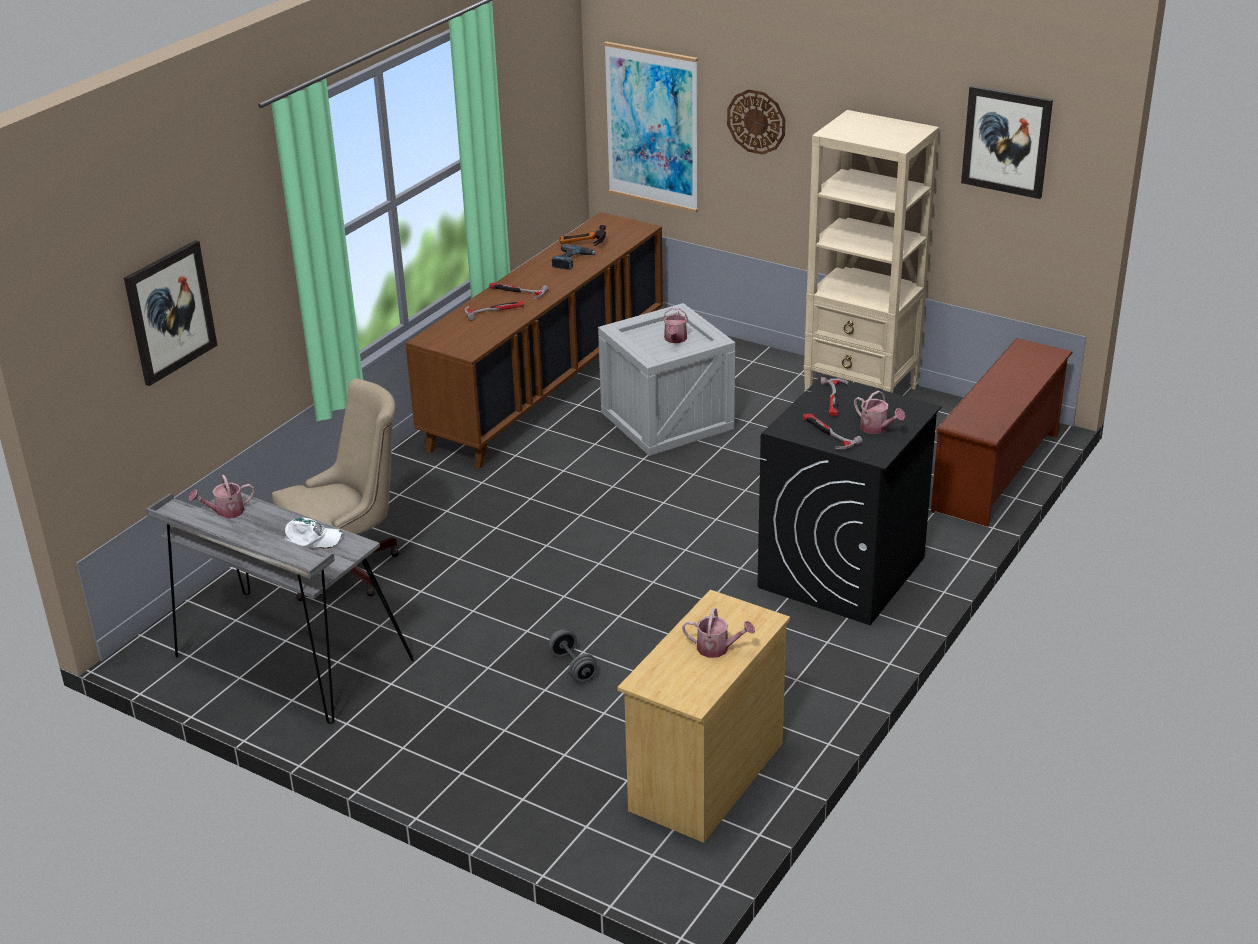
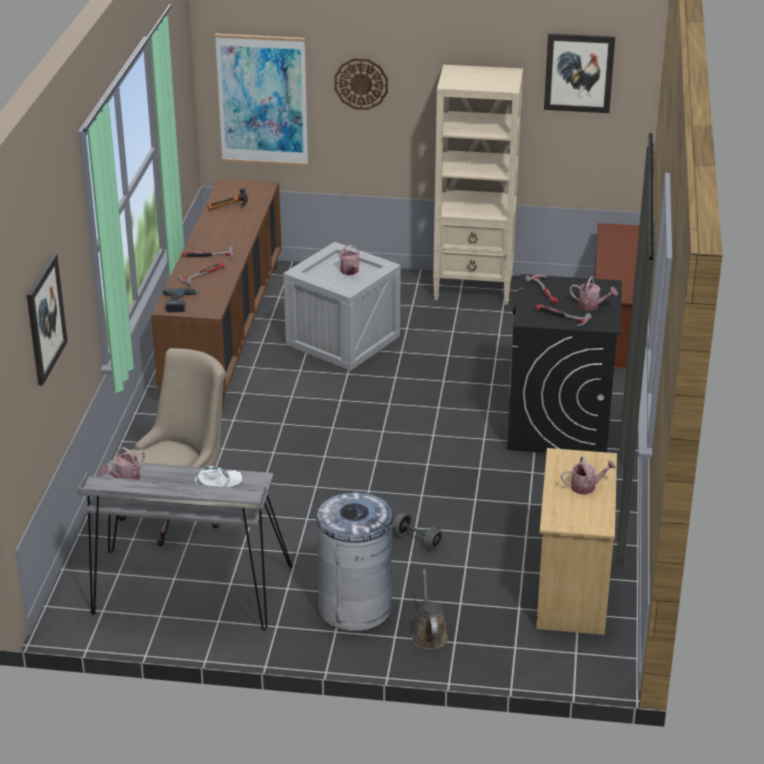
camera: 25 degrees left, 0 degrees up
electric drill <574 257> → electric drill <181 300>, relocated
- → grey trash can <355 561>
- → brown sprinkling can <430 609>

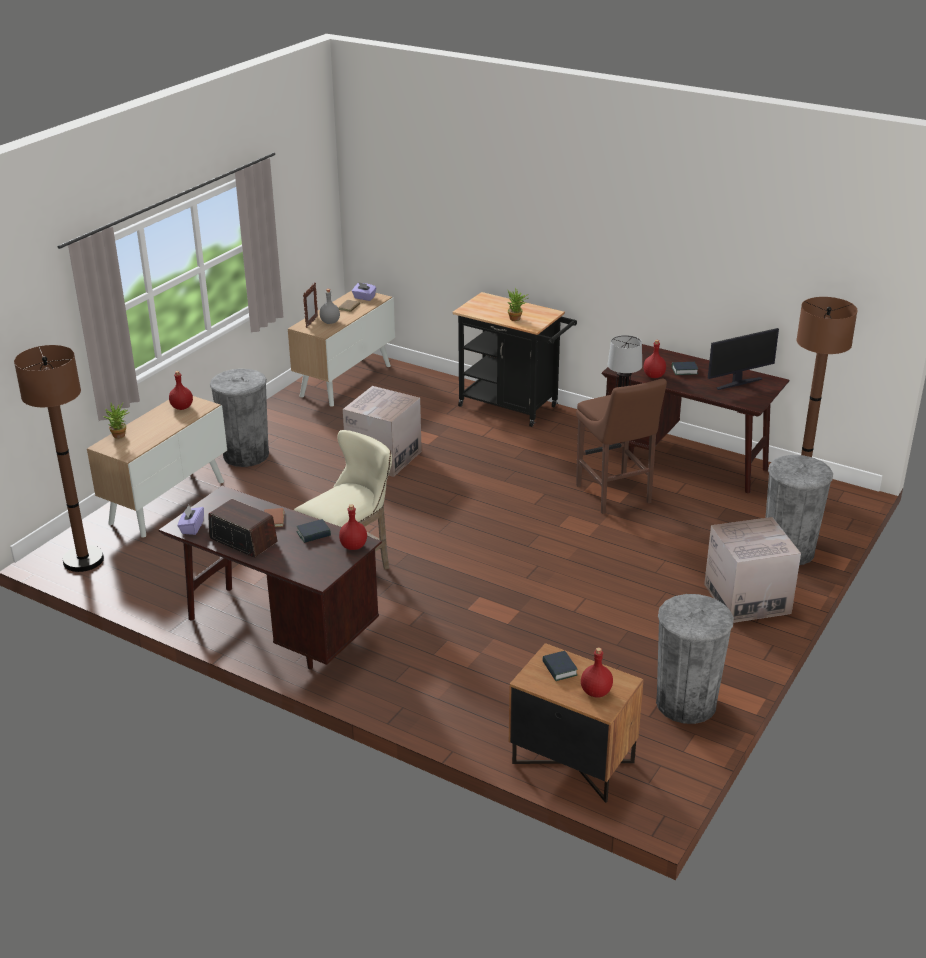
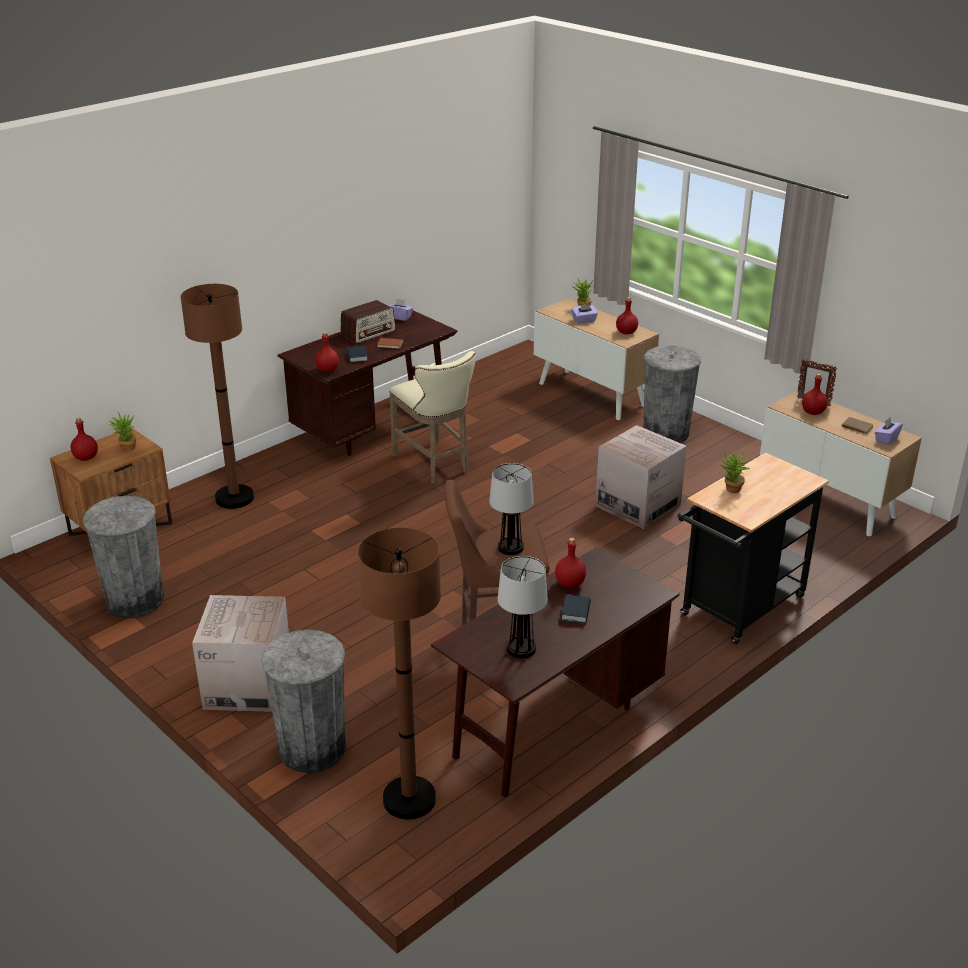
camera: 105 degrees right, 0 degrees up
brown standard lamp <59 458> → brown standard lamp <217 396>, relocated
grey bottle <329 306> → reddish bottle <814 394>
bound book <560 666> → plant in a pot <121 431>
computer screen <743 359> → lamp for a table <523 607>
- → purple box of tissues <584 314>

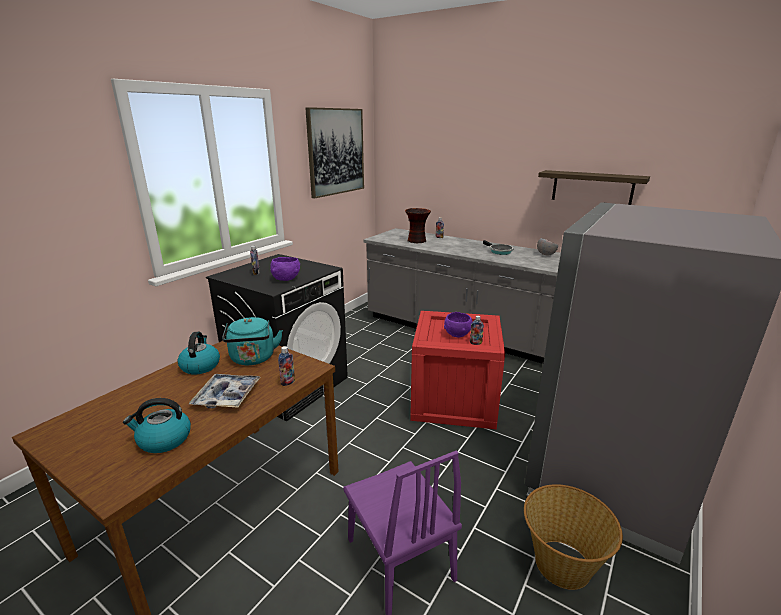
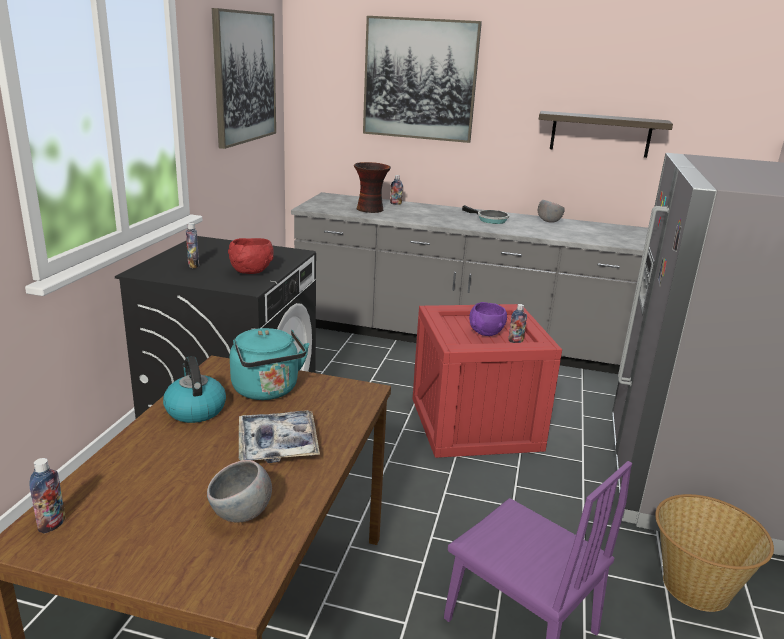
camera: 20 degrees left, 0 degrees up
tea kettle <157 425> → grey deep dish <239 491>
purple deep dish <285 269> → reddish deep dish <251 256>
bottle <286 366> → bottle <48 496>, relocated
- → picture <422 79>

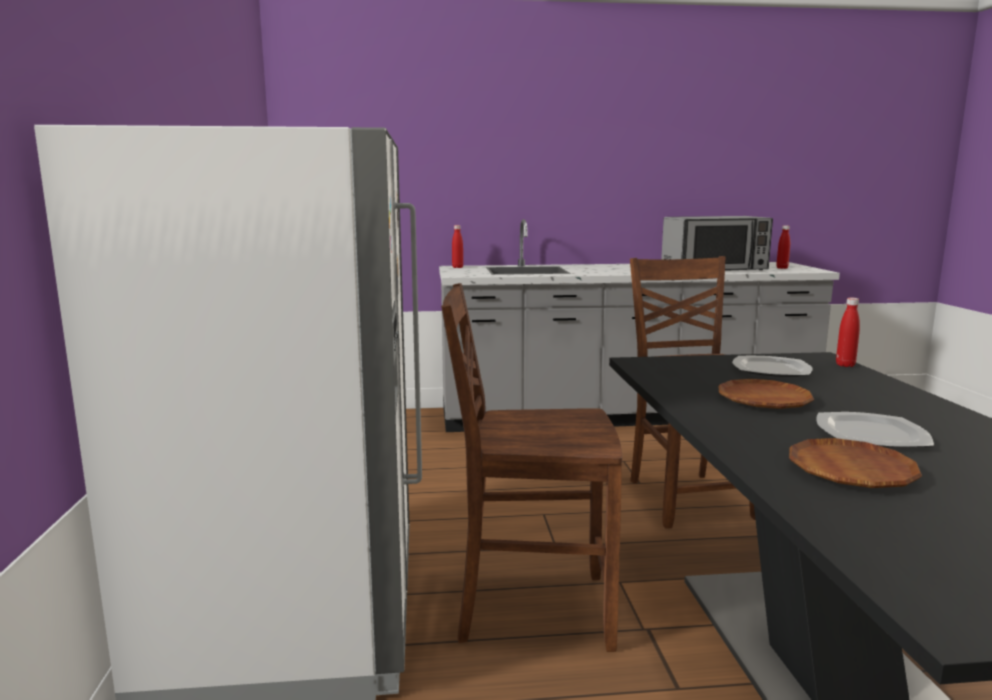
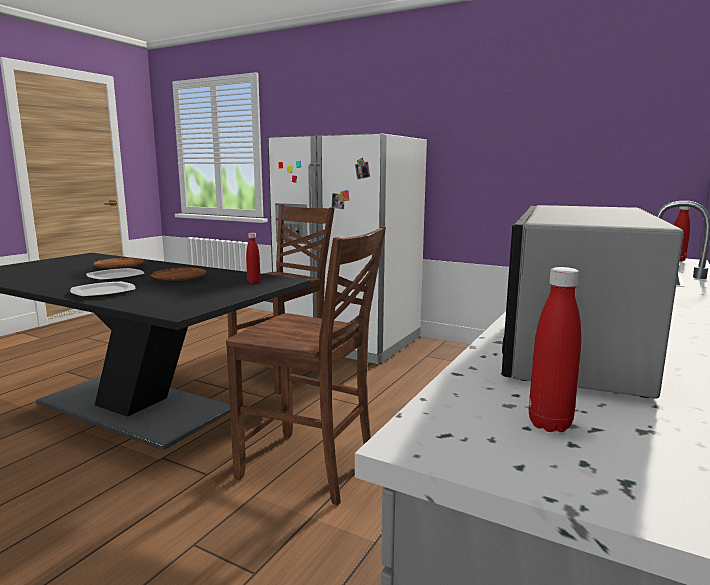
camera: 125 degrees right, 0 degrees up
plate <772 366> → plate <102 289>, relocated
reddish bottle <848 332> → reddish bottle <253 258>, relocated

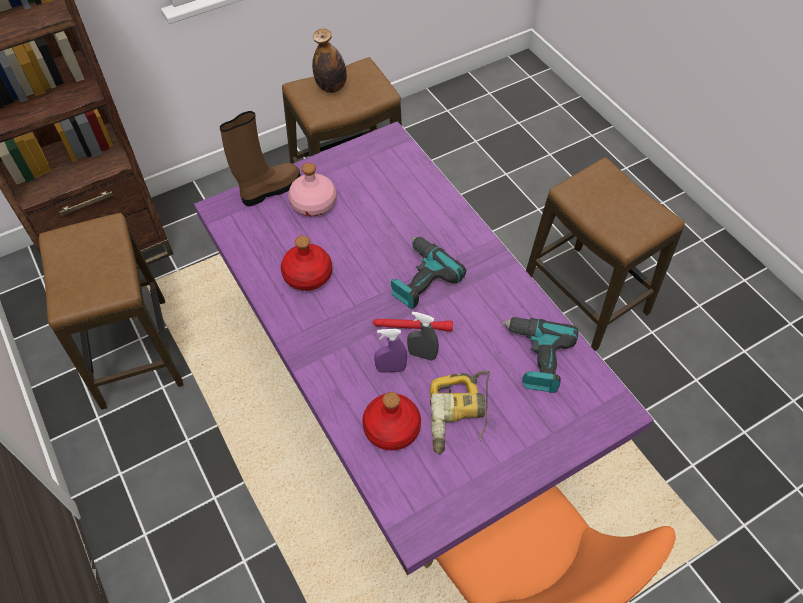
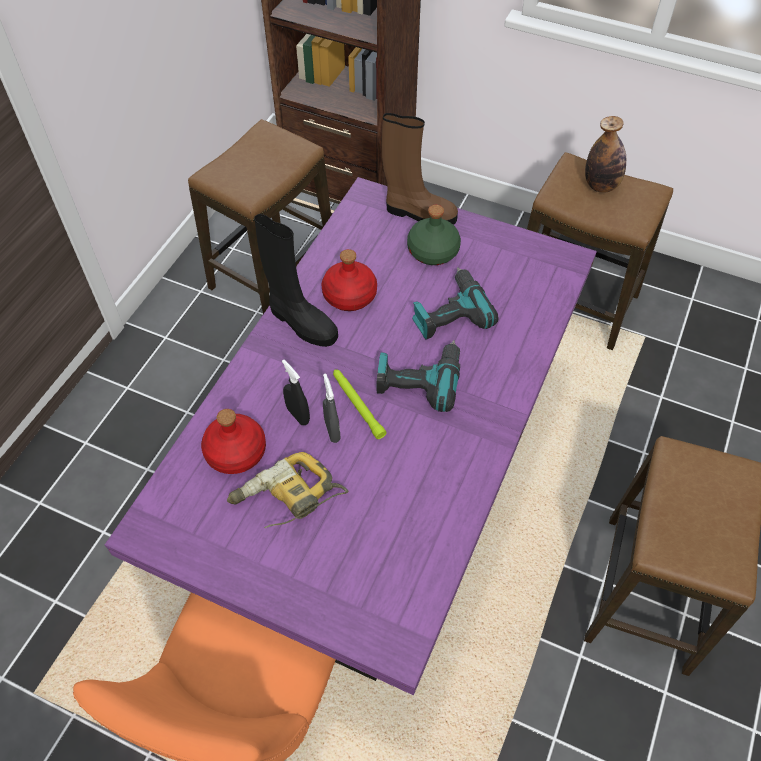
camera: 55 degrees right, 0 degrees up
pink-coloured bottle <312 189> → greenish bottle <434 235>
reddish flashlight <412 325> → greenish flashlight <359 404>
purple sprayer <390 351> → blackish sprayer <296 392>
electric drill <540 355> → electric drill <455 303>, relocated
- → blackish tall boot <296 280>

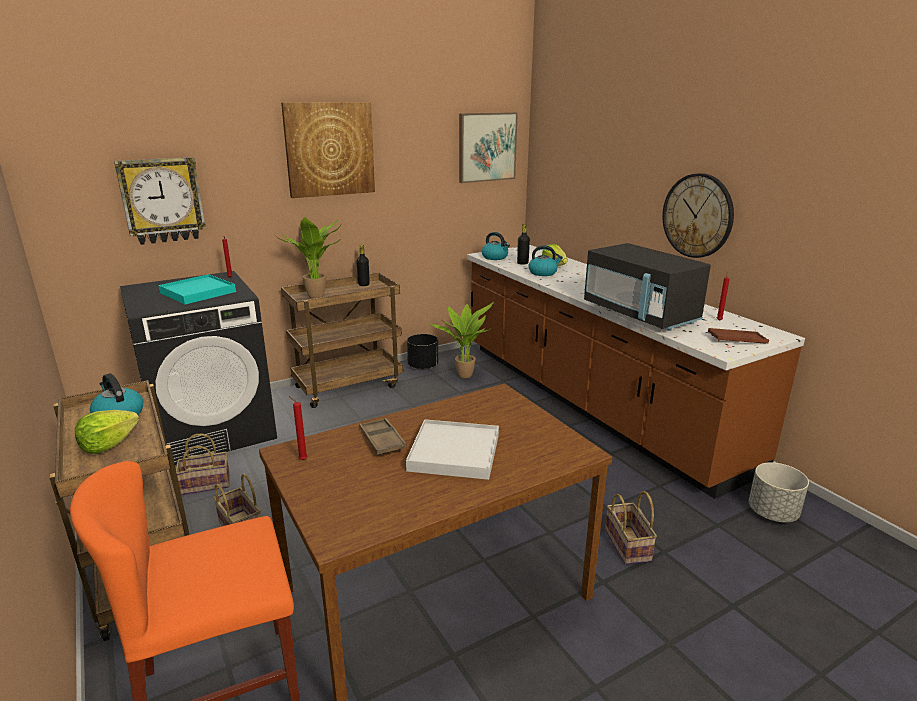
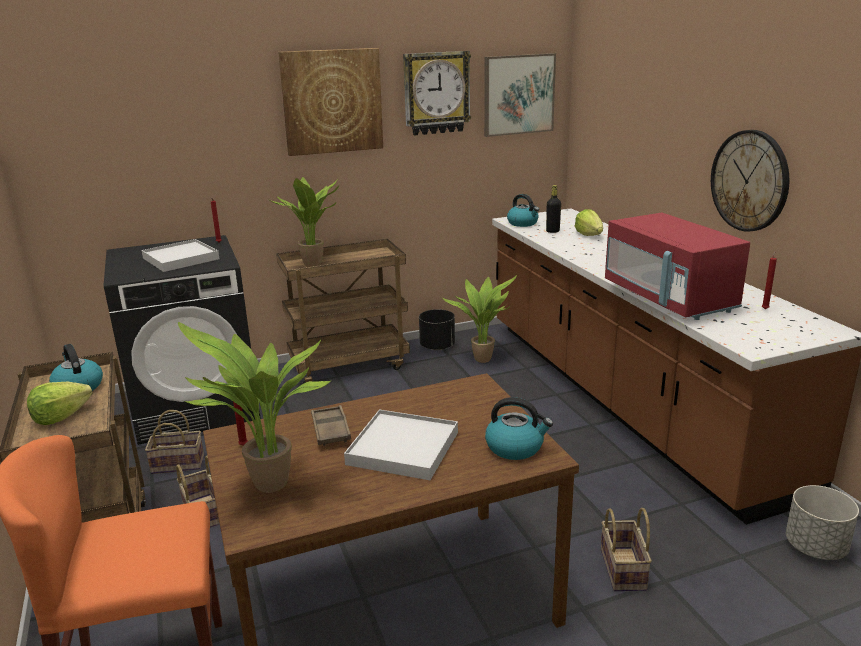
camera: 10 degrees right, 0 degrees up
wall clock <160 201> → wall clock <437 93>, relocated
blue-green tray <197 289> → white tray <180 255>
blackish bottle <363 265> → -
tea kettle <545 260> → tea kettle <519 428>, relocated
blackish microwave <647 287> → reddish microwave <677 266>
brown tray <738 335> → -
- → plant in a pot <255 407>

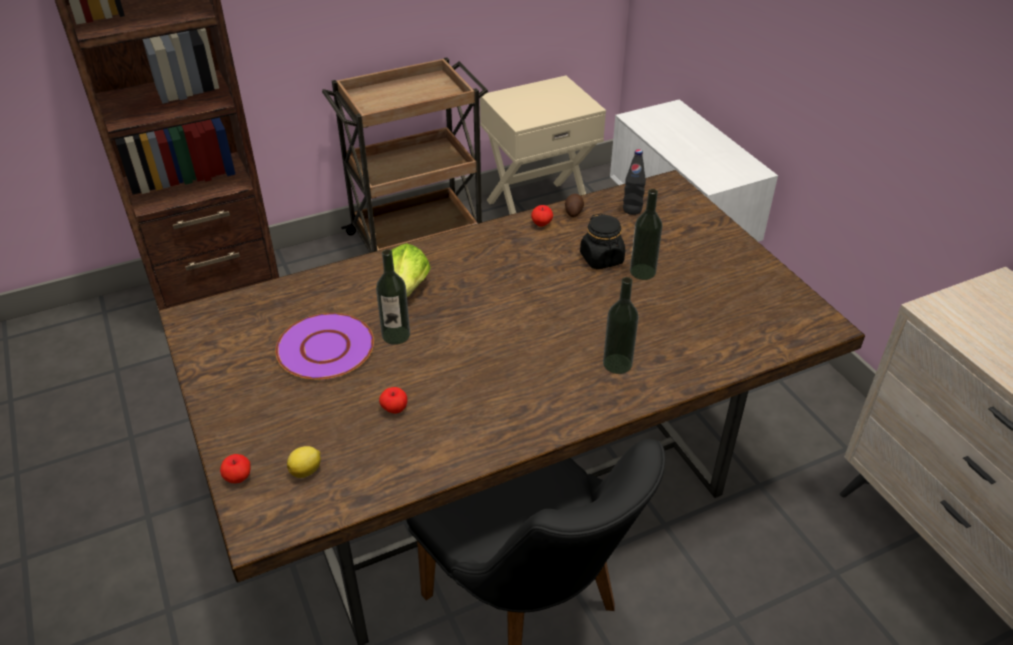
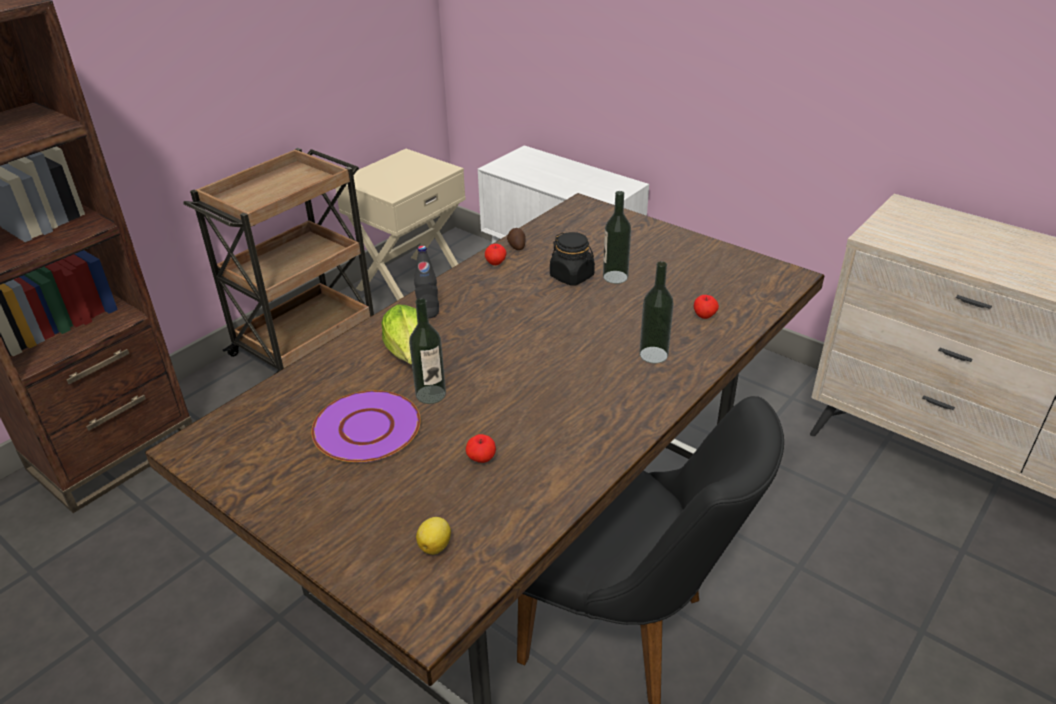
camera: 25 degrees left, 5 degrees down
apple <235 468> → apple <706 307>, relocated
blackish bottle <634 182> → blackish bottle <426 282>, relocated

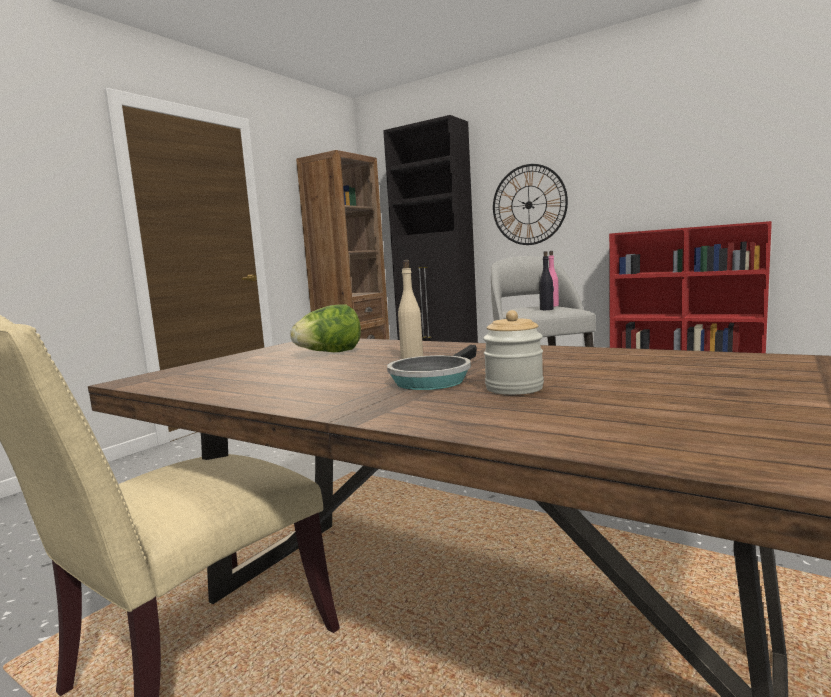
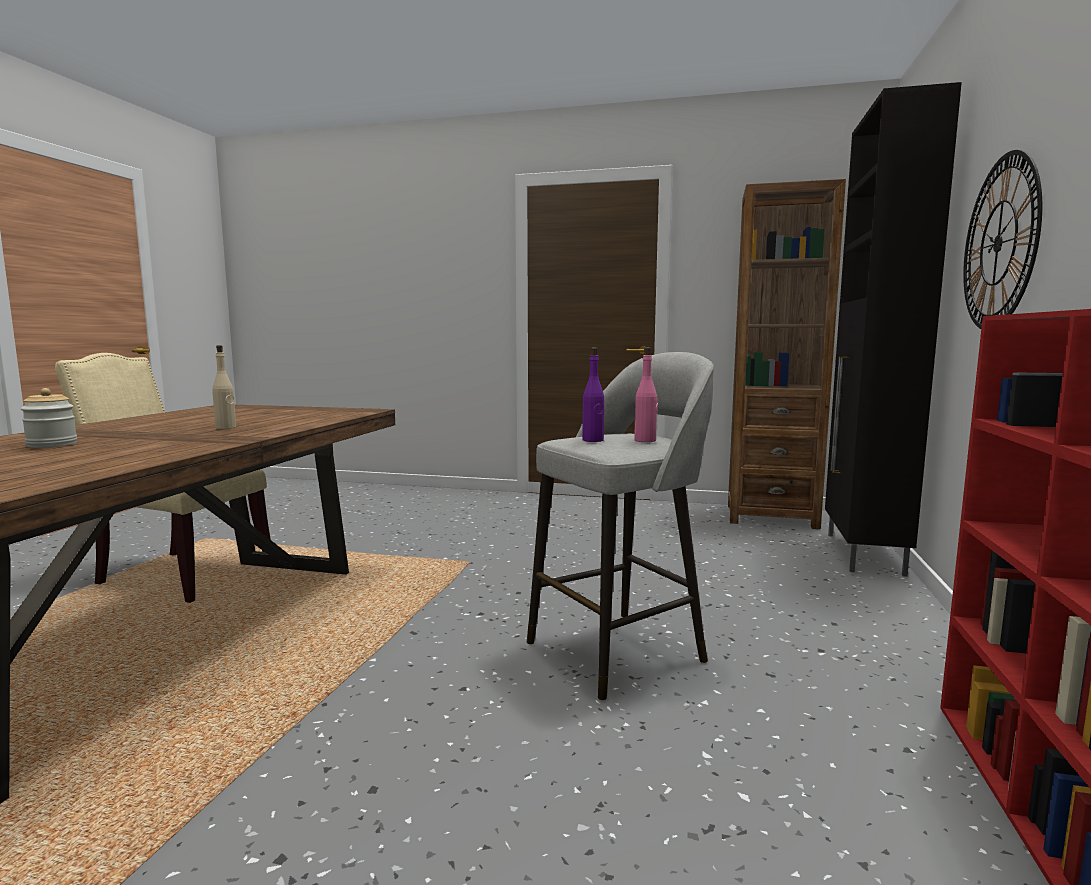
camera: 70 degrees right, 0 degrees up
lettuce head <325 328> → -
pan <432 367> → -
blackish bottle <546 280> → purple bottle <593 394>

